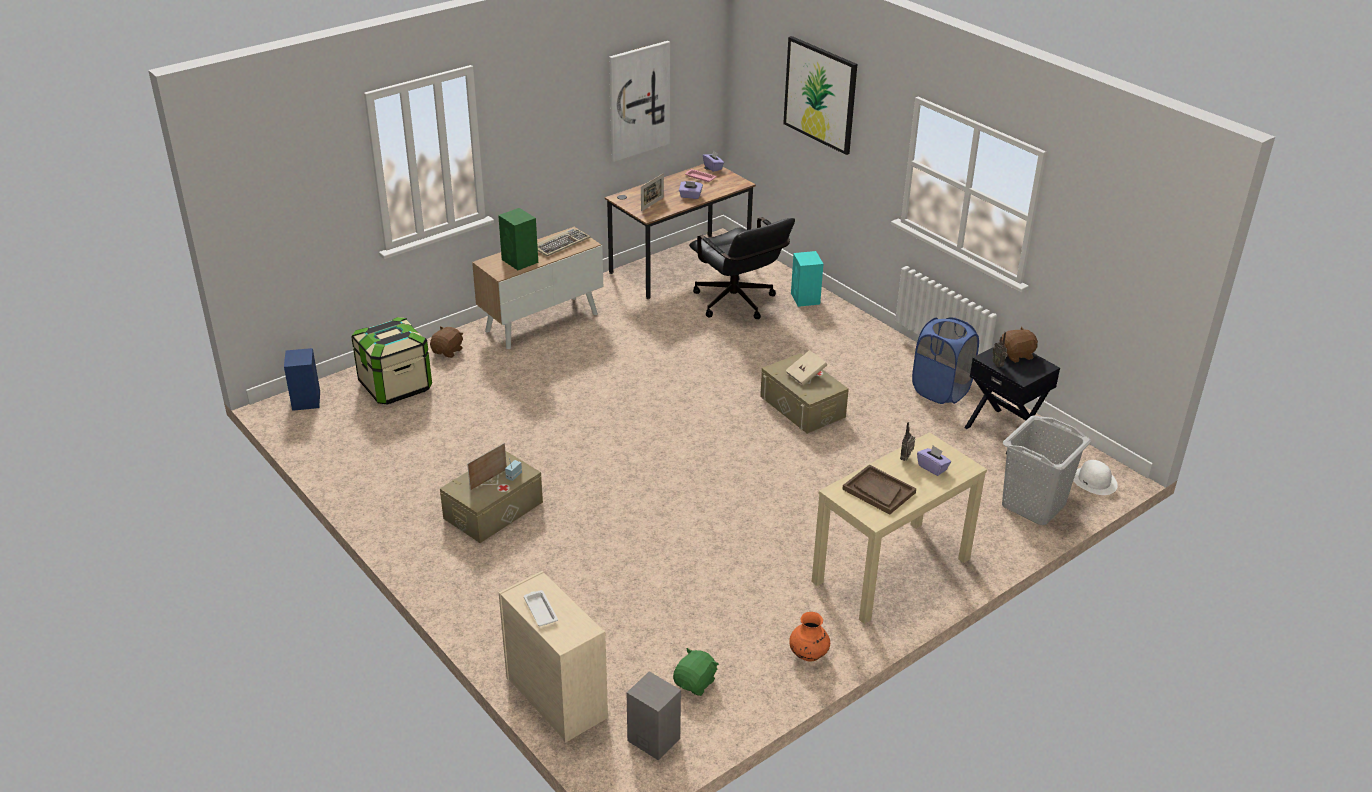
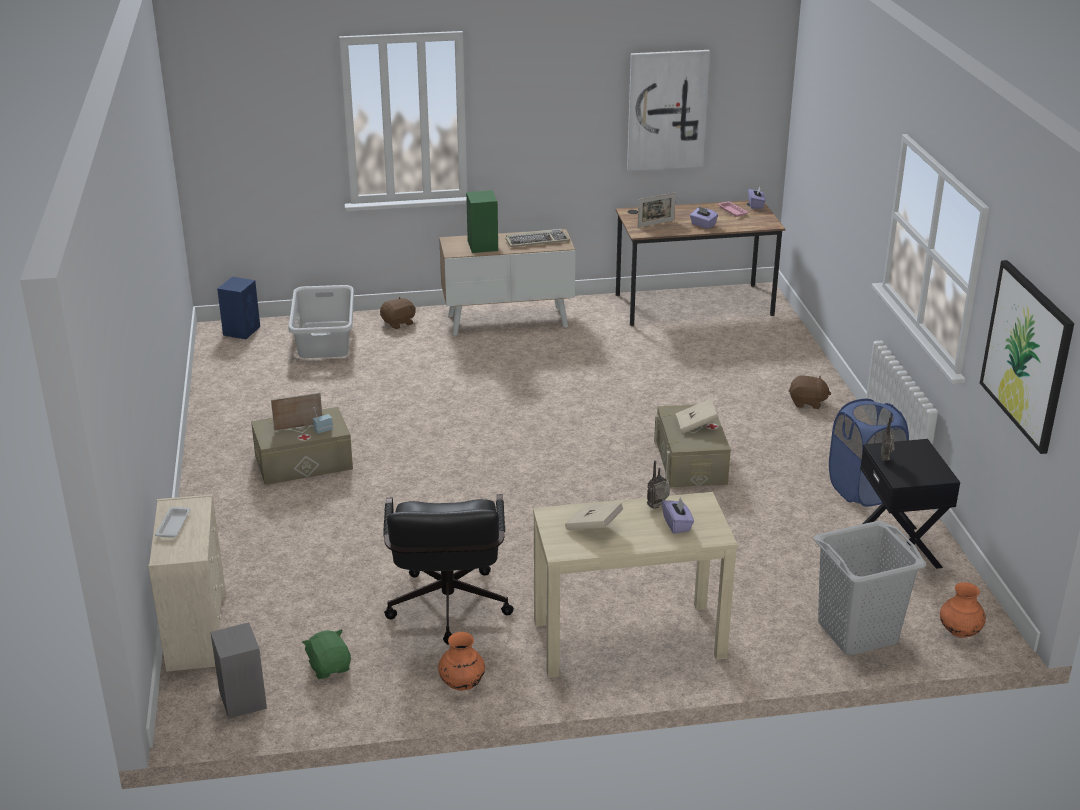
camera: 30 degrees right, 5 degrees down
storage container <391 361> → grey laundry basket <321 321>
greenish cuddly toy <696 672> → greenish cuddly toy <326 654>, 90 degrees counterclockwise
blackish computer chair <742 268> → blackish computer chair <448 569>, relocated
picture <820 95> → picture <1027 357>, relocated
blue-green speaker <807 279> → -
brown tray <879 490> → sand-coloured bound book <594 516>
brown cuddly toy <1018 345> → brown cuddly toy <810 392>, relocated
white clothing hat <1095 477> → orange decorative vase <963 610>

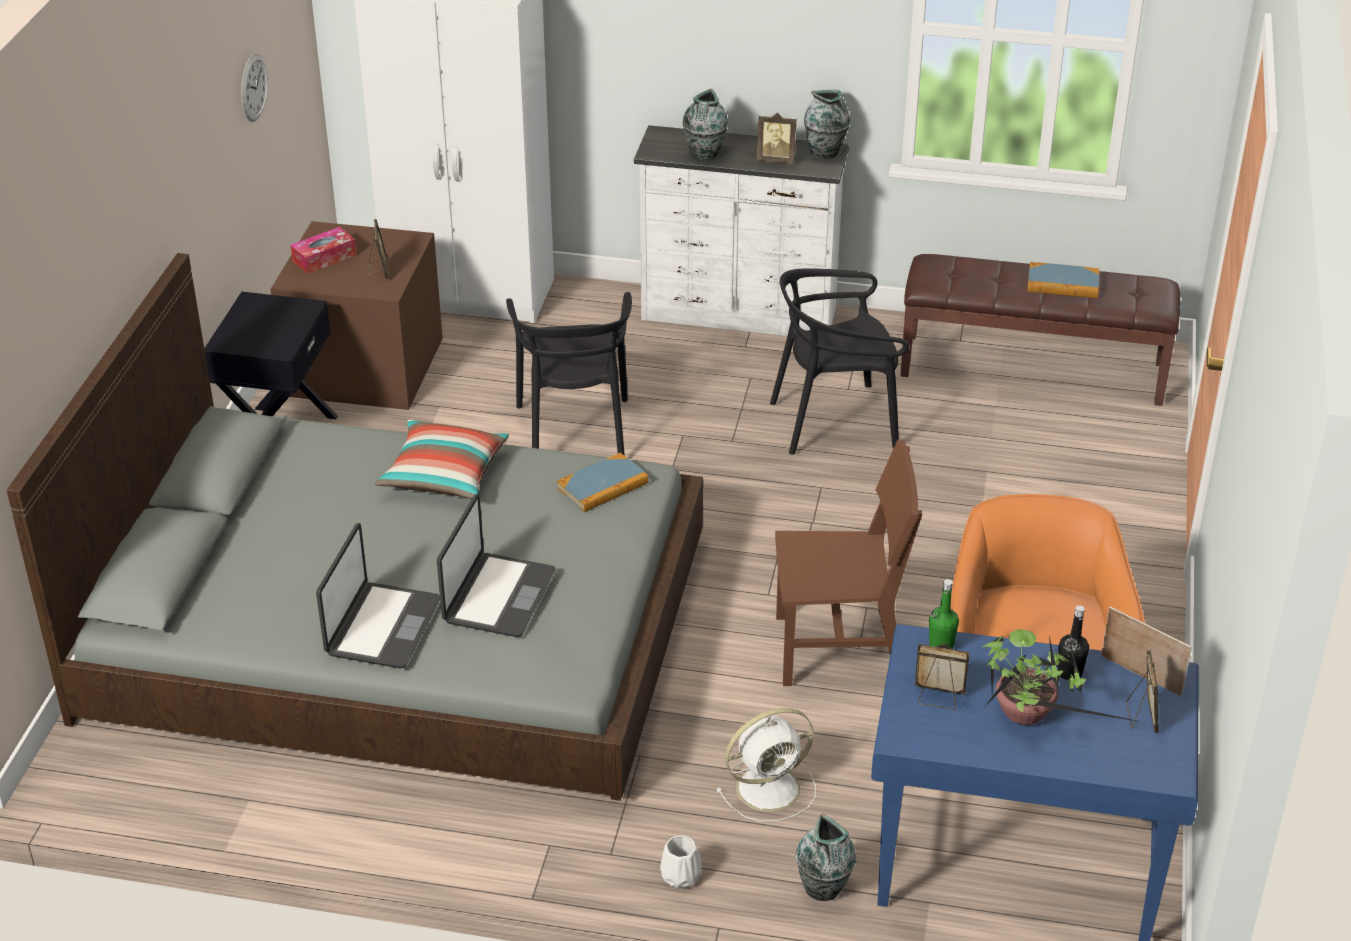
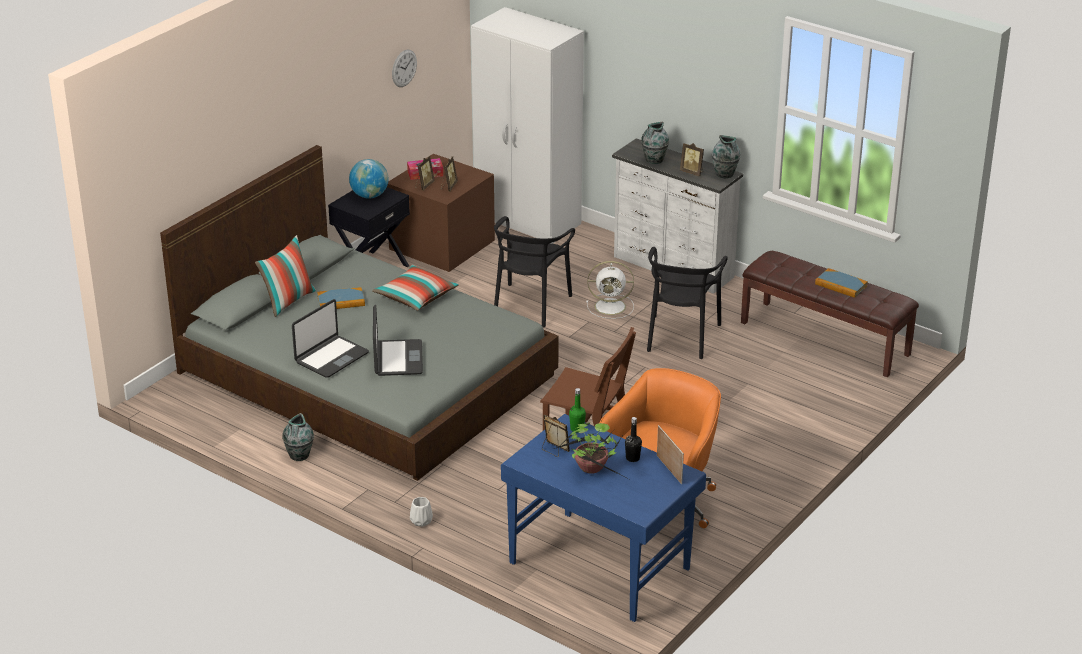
camera: 25 degrees right, 5 degrees down
notebook computer <496 565> → notebook computer <398 340>, 45 degrees counterclockwise
bound book <603 482> → bound book <341 298>, relocated
white cooling fan <766 765> → white cooling fan <610 290>, relocated
blackish chair <839 361> → blackish chair <687 303>, 90 degrees counterclockwise
decorative vase <826 857> → decorative vase <298 437>, relocated
photo frame <1142 692> → photo frame <425 173>, relocated
- → throw pillow <285 276>
- → globe <369 179>

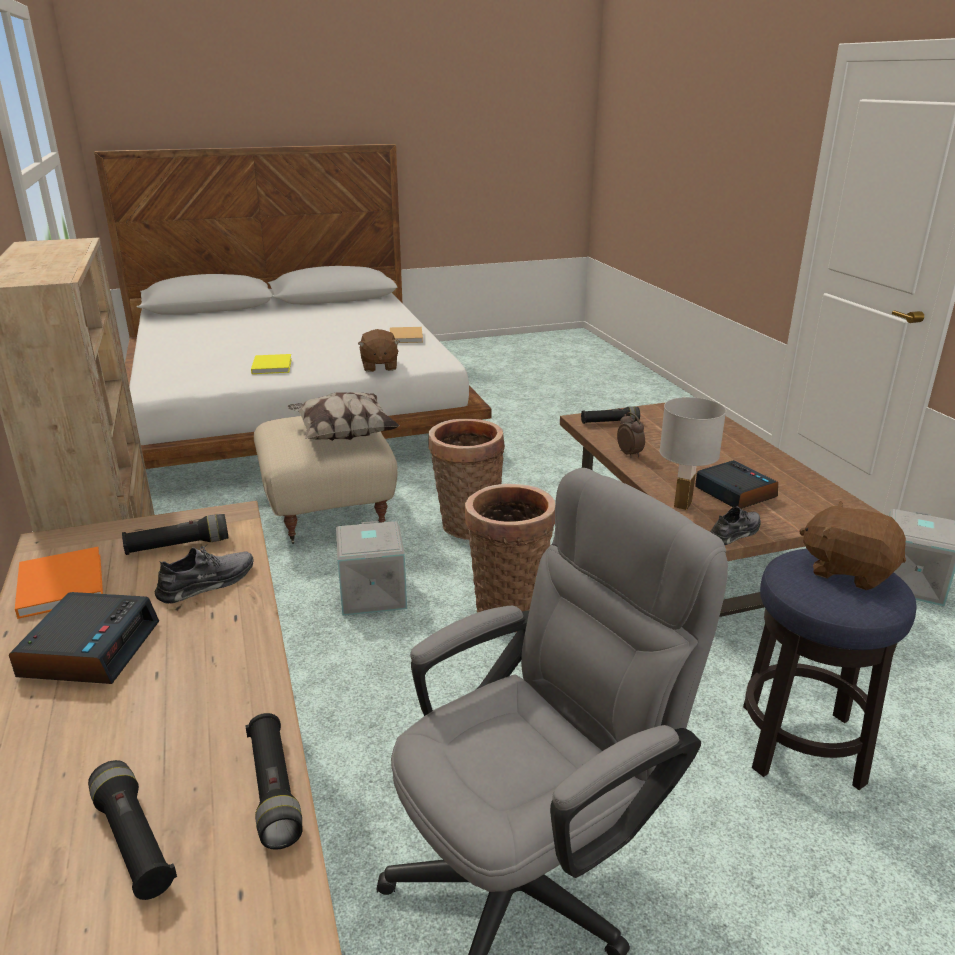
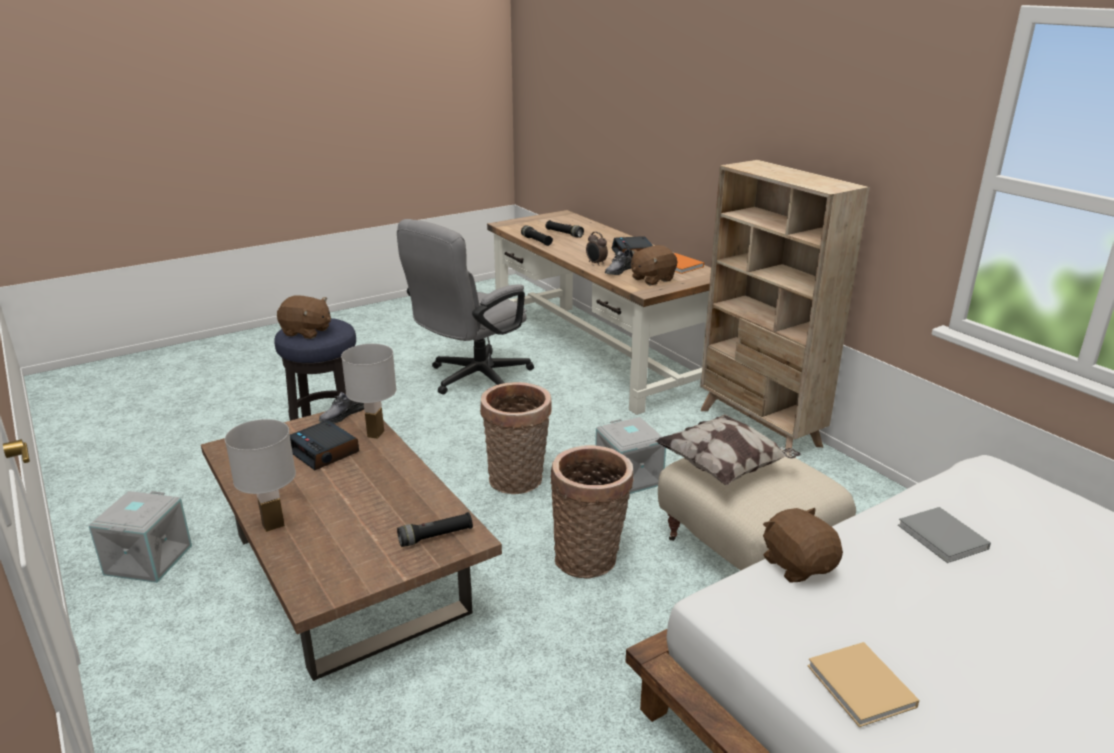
camera: 165 degrees right, 0 degrees up
blackish flashlight <175 534> → brown cuddly toy <654 265>
yellow-coloured bound book <271 364> → grey bound book <944 535>
table clock <631 435> → table clock <597 249>, relocated
- → white lamp for a table <260 475>

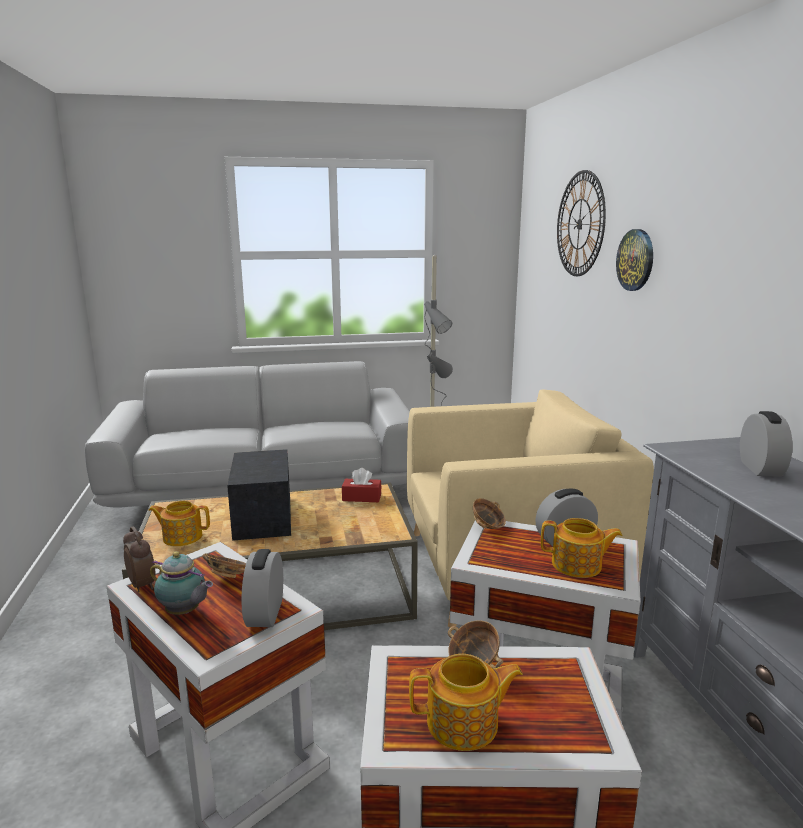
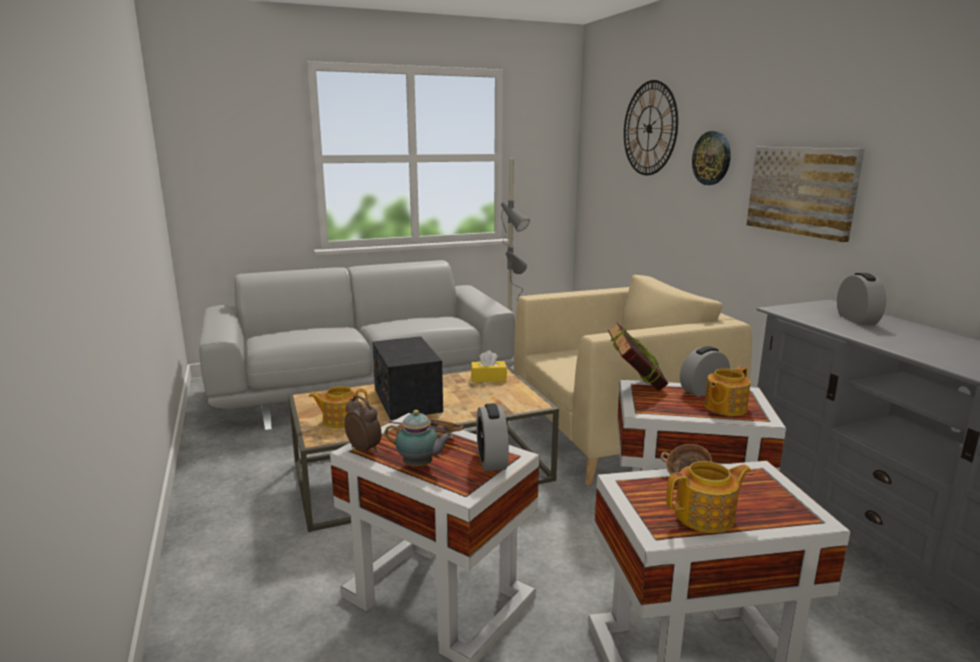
camera: 10 degrees left, 0 degrees up
reddish box of tissues <361 485> → yellow-coloured box of tissues <489 366>
deep dish <489 513> → bound book <638 357>
teapot <581 548> → teapot <727 391>, 135 degrees clockwise
- → picture <805 194>

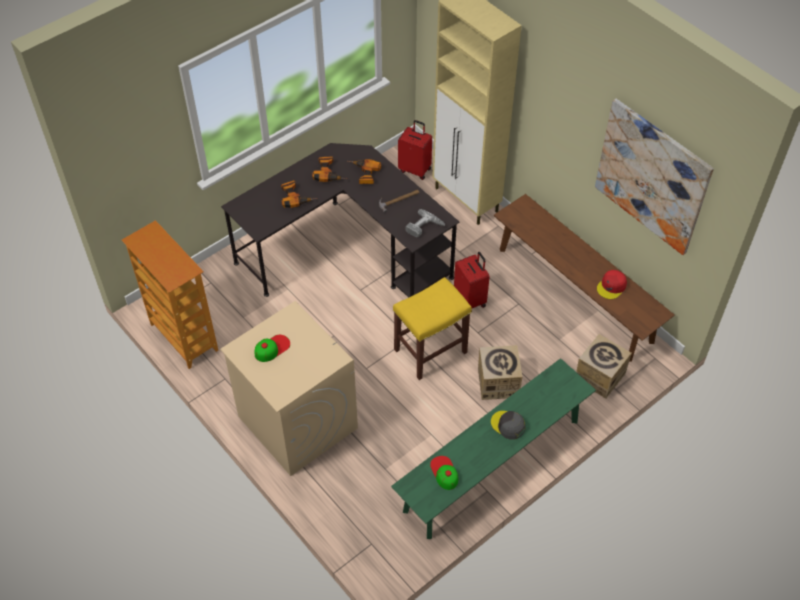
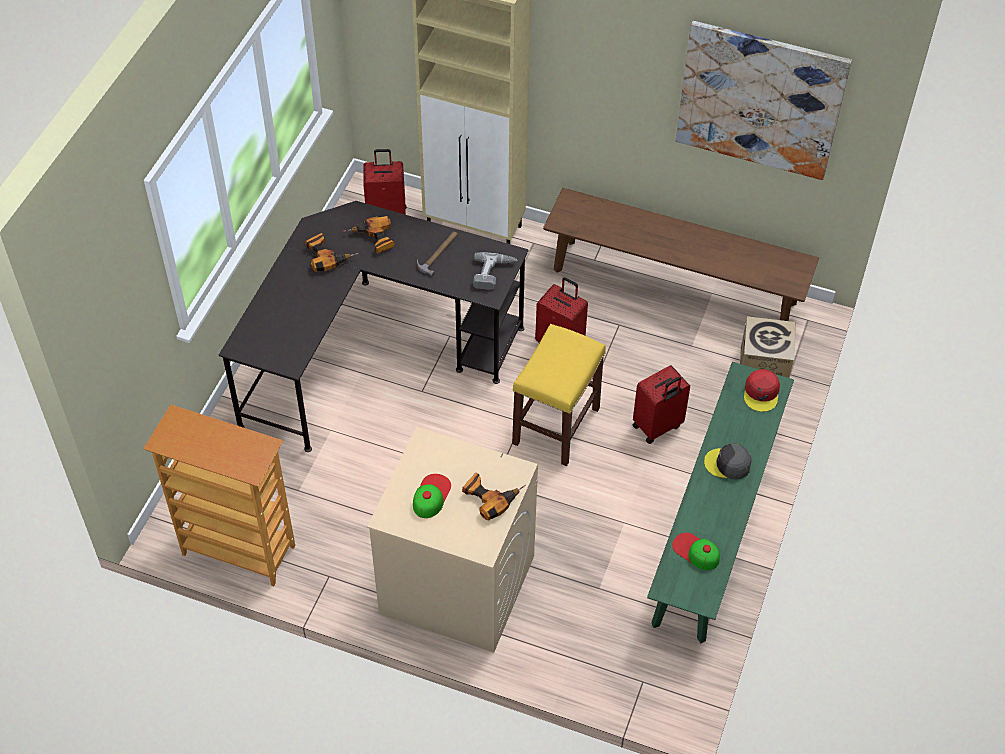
camera: 30 degrees left, 0 degrees up
electric drill <299 194> → electric drill <494 496>, relocated
carton <500 372> → reddish travel case <661 404>
reddish baseball cap <612 284> → reddish baseball cap <762 390>, relocated

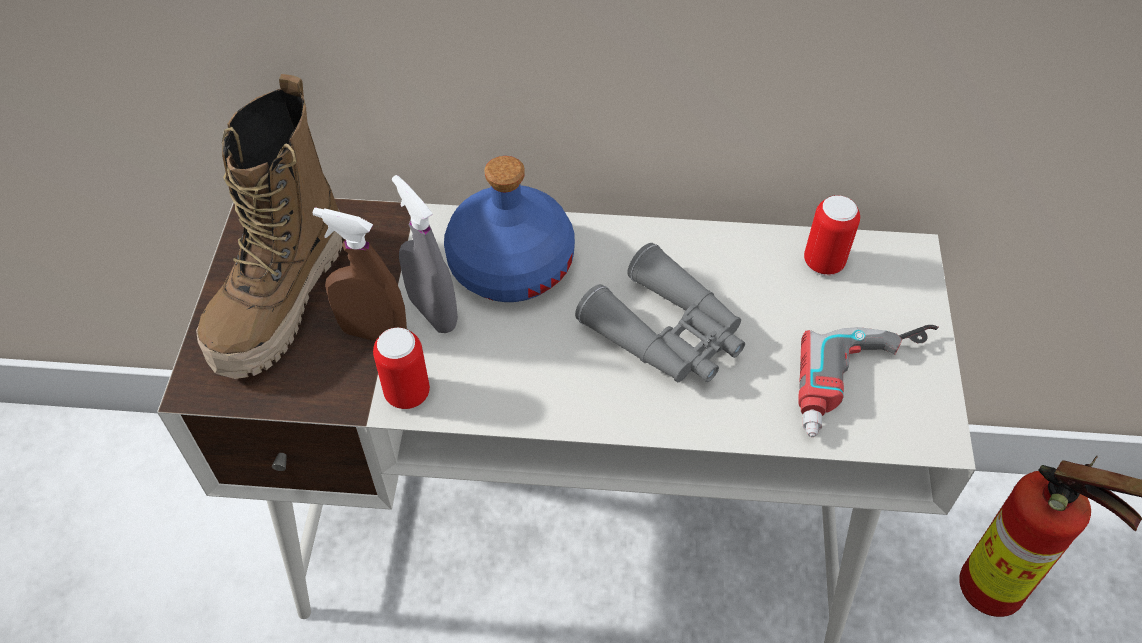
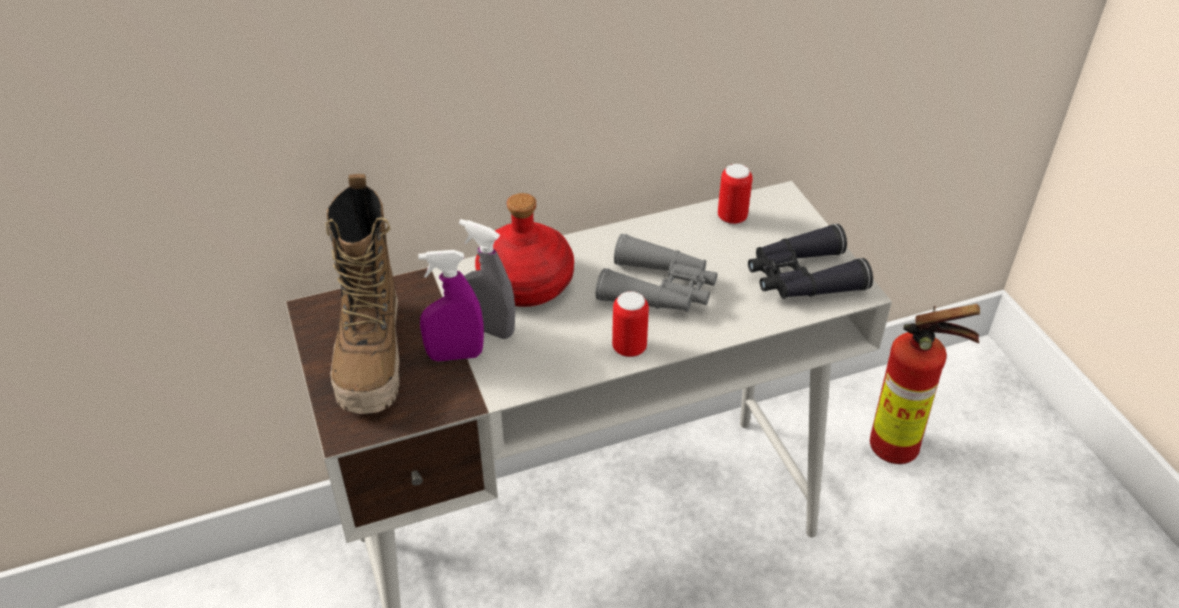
camera: 25 degrees left, 10 degrees down
brown sprayer <360 274> → purple sprayer <451 306>
can <401 368> → can <630 324>, relocated
blue bottle <509 229> → reddish bottle <524 250>
electric drill <868 381> → blackish field glasses <810 261>

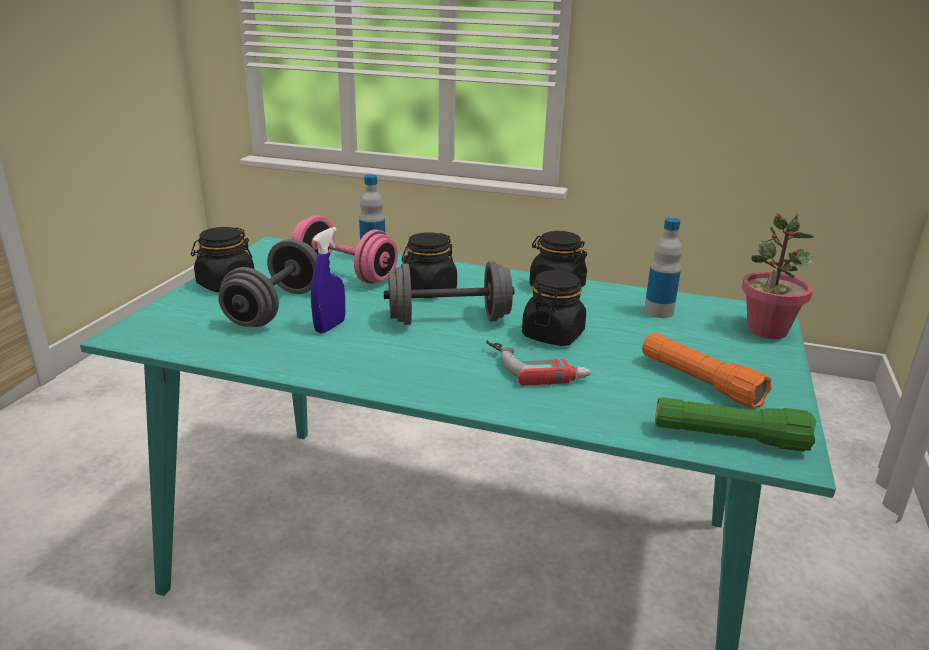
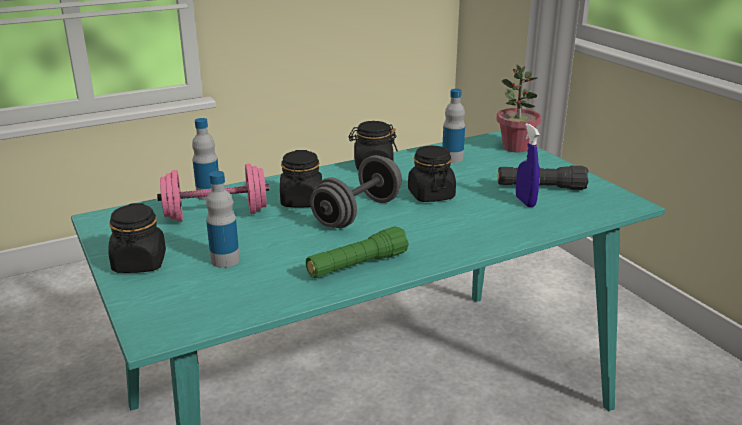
camera: 45 degrees left, 0 degrees up
grey dumbbell <267 283> → bottle <223 219>
blue sprayer <328 280> → blue sprayer <528 165>, relocated
electric drill <538 363> → -
orange flashlight <706 371> → blackish flashlight <543 178>
greenish flashlight <736 424> → greenish flashlight <357 252>, relocated

